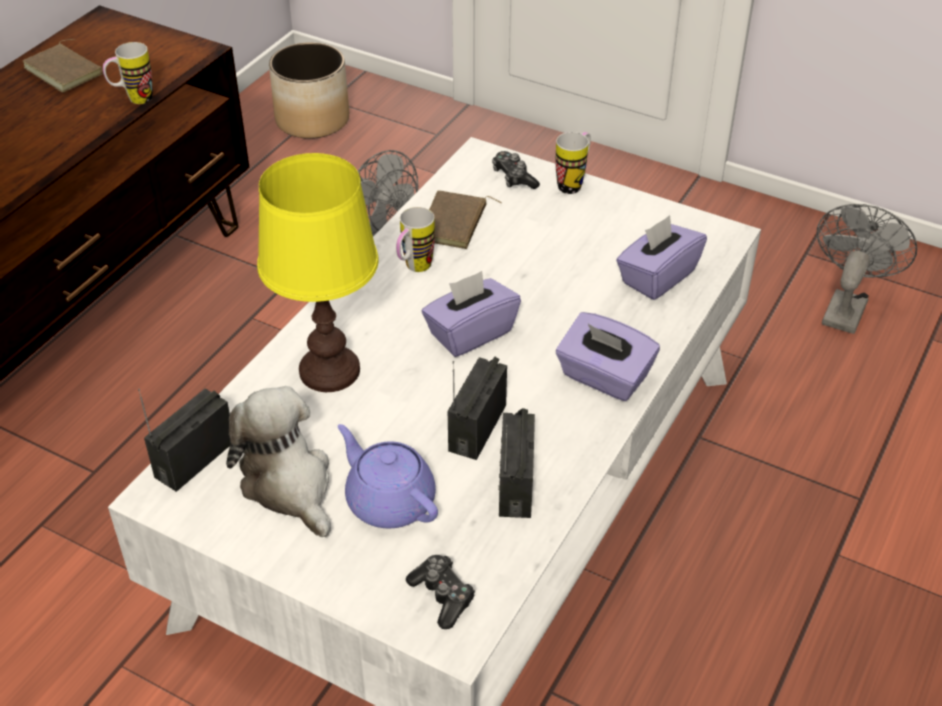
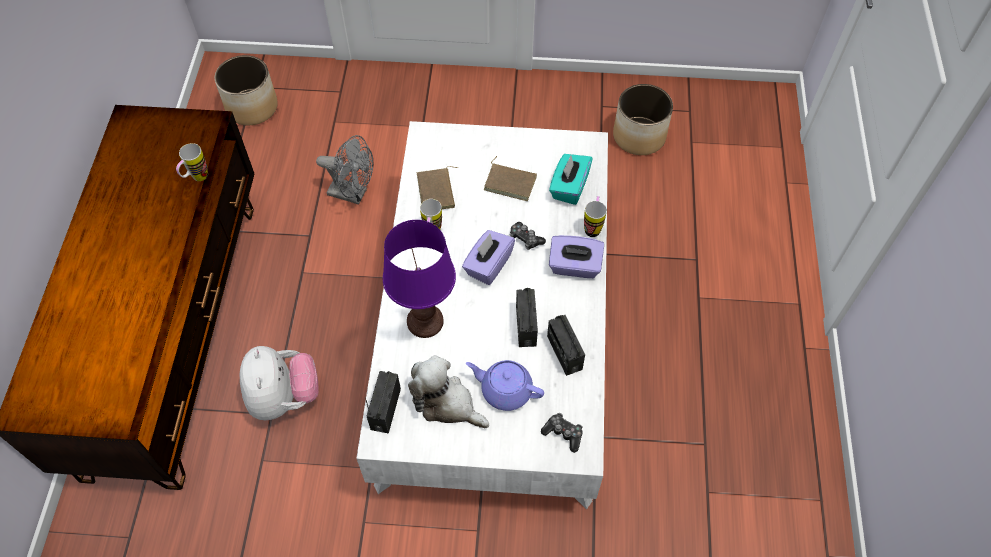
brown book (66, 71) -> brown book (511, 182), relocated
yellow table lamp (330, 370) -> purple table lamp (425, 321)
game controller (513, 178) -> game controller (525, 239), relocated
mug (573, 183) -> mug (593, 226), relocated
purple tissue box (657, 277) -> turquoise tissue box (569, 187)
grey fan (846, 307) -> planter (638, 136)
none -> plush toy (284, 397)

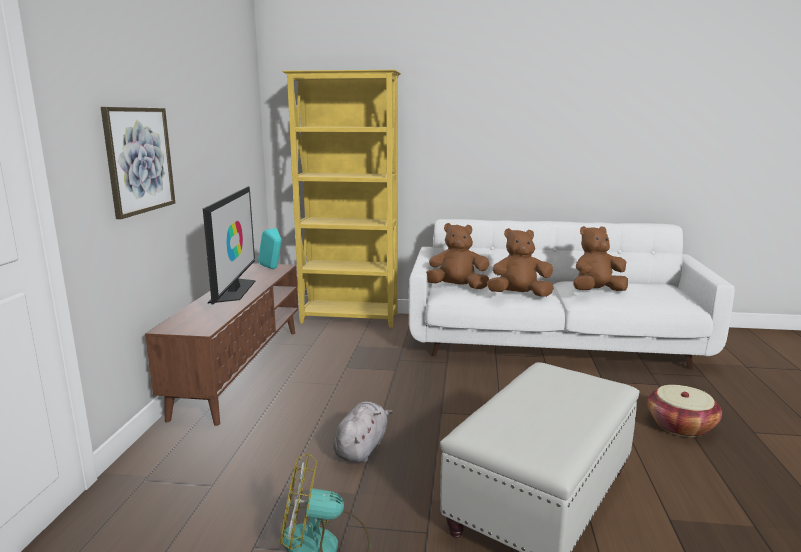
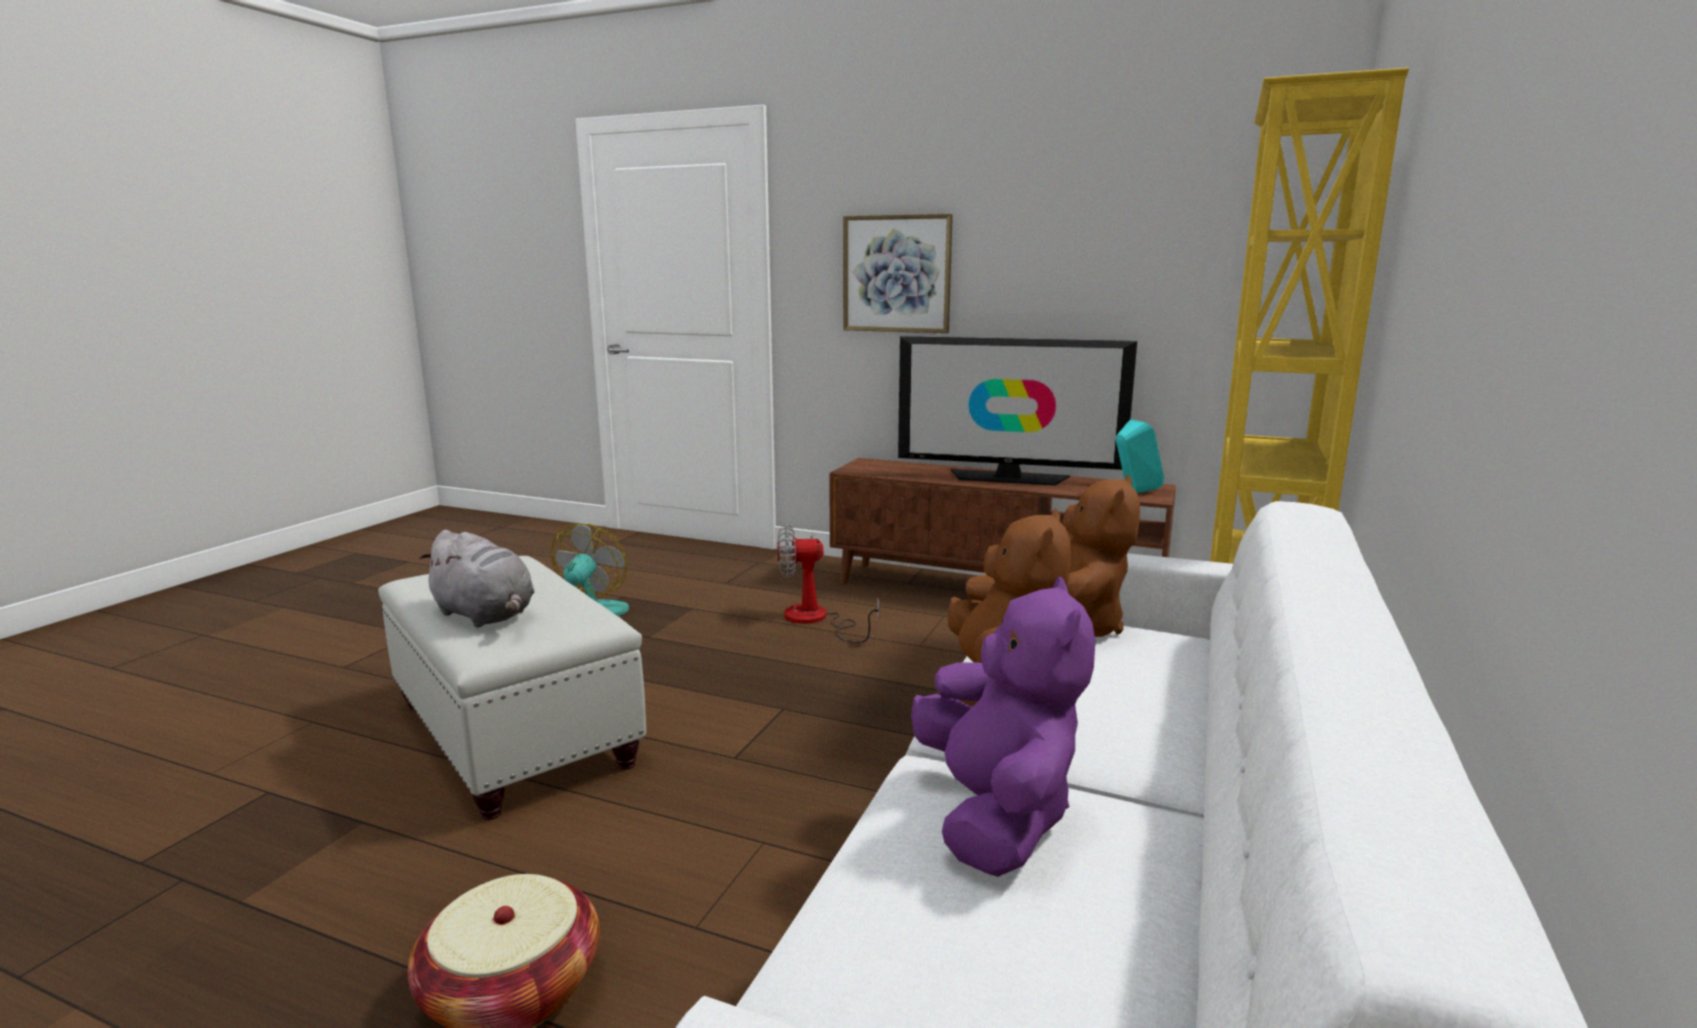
grey plush toy (362, 448) -> grey plush toy (486, 615), relocated
brown plush toy (596, 292) -> purple plush toy (995, 815)
none -> fan (816, 620)

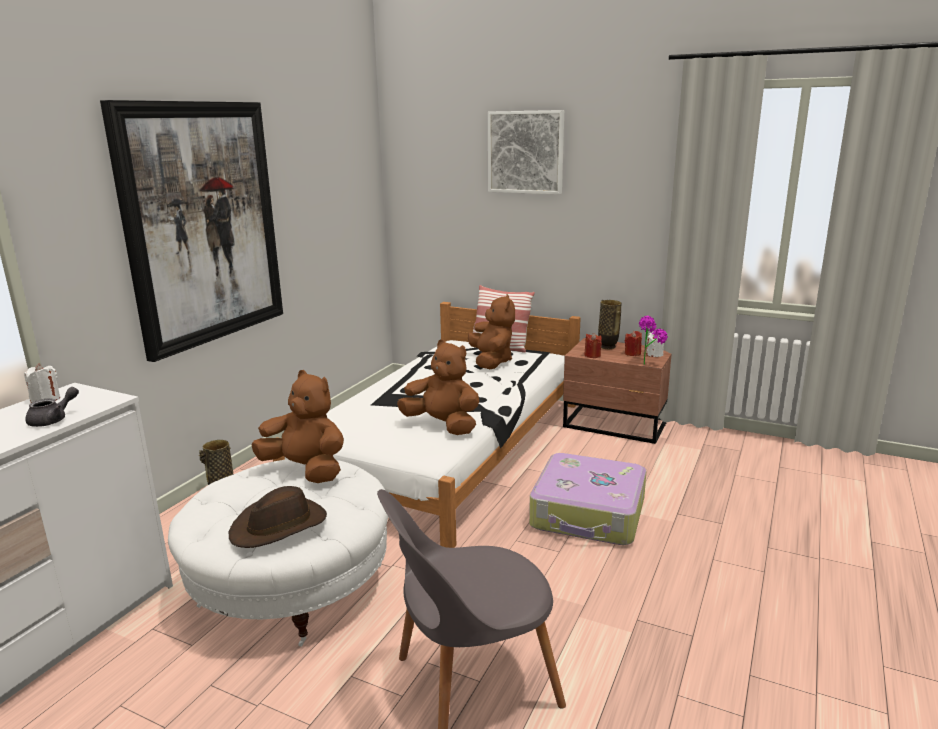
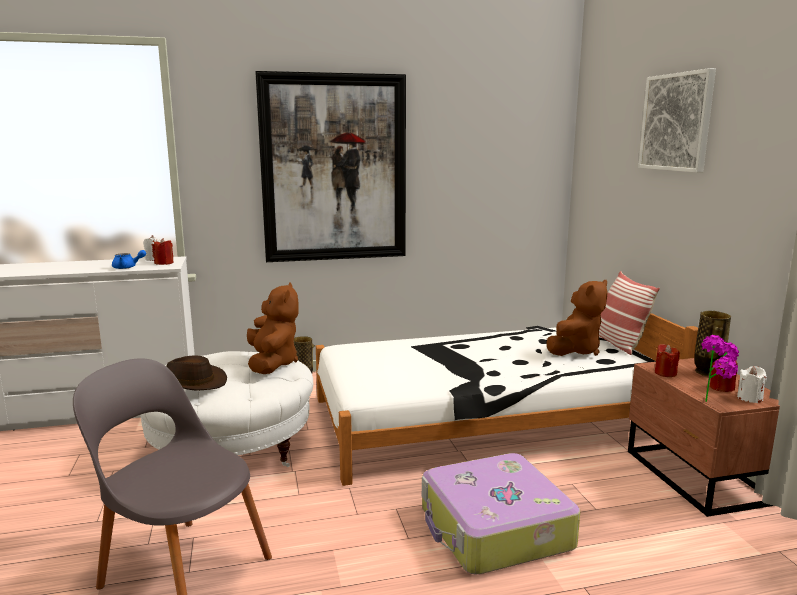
grey teapot (53, 420) -> blue teapot (127, 267)
brown plush toy (443, 425) -> none
none -> red candle (164, 263)

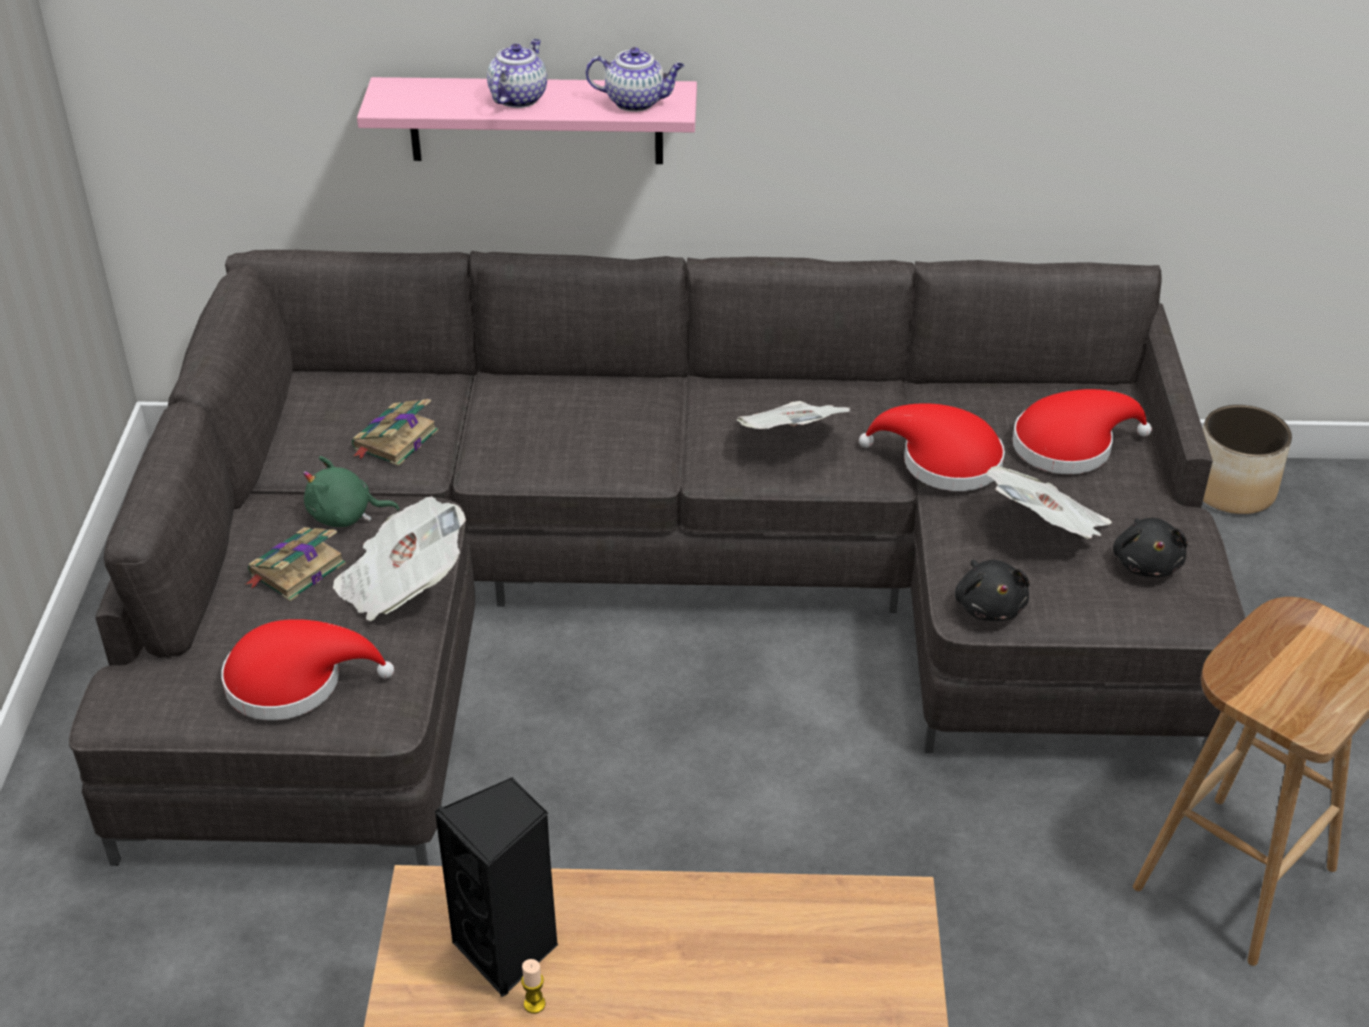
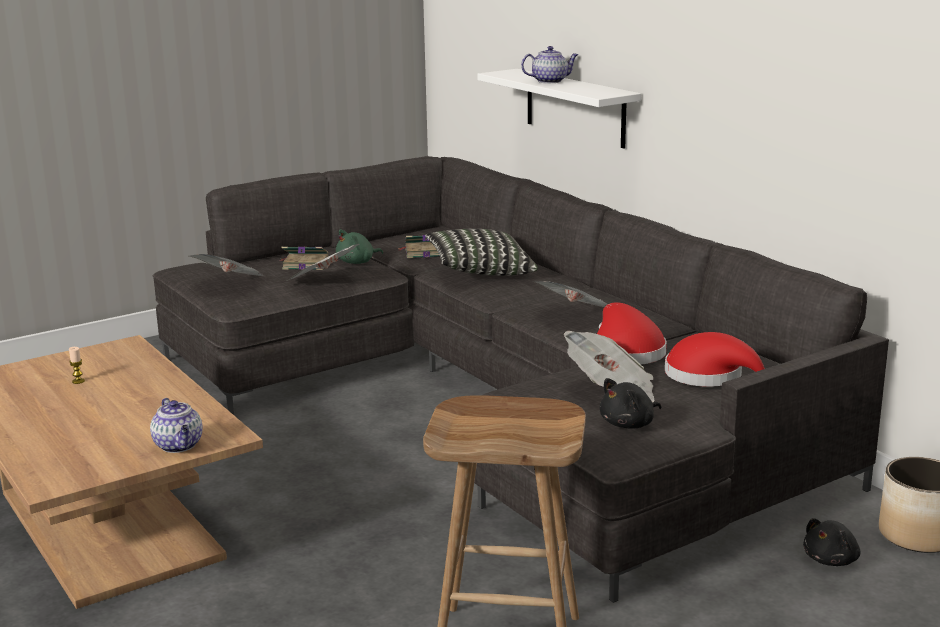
red hat (294, 681) -> newspaper (231, 285)
green plush toy (345, 516) -> green plush toy (357, 262), 90 degrees counterclockwise
pink shelf (536, 120) -> white shelf (575, 107)
black speaker (509, 950) -> none
teapot (636, 102) -> teapot (179, 446), relocated
black plush toy (989, 606) -> black plush toy (832, 560), relocated
none -> pillow (480, 272)

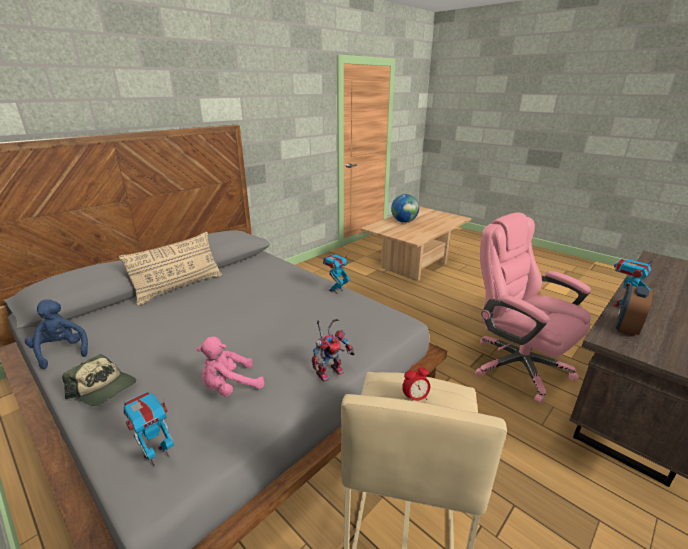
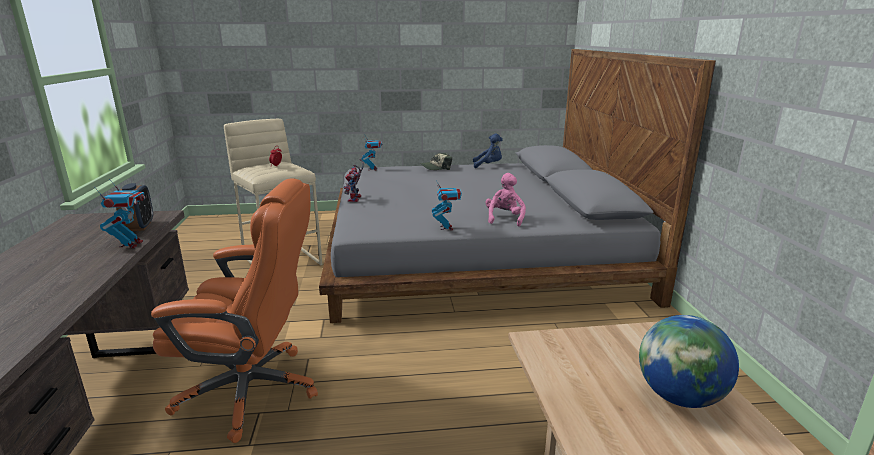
beige pillow (179, 288) -> none
pink plush toy (230, 387) -> pink plush toy (504, 218), relocated
pink office chair (517, 365) -> orange office chair (252, 390)

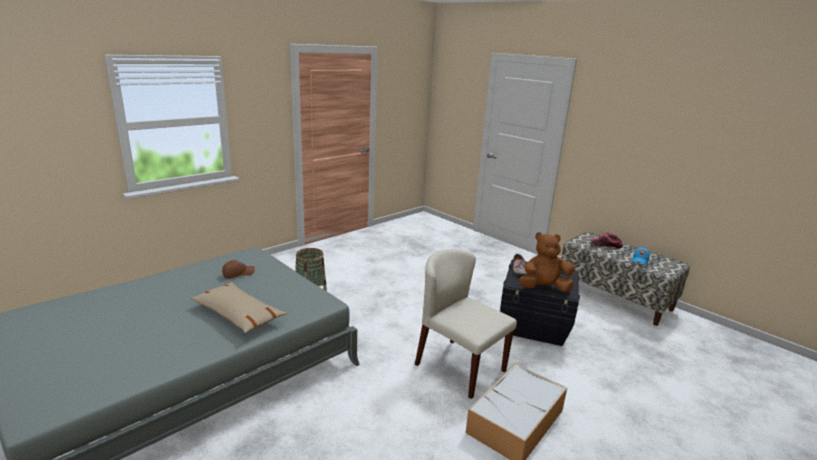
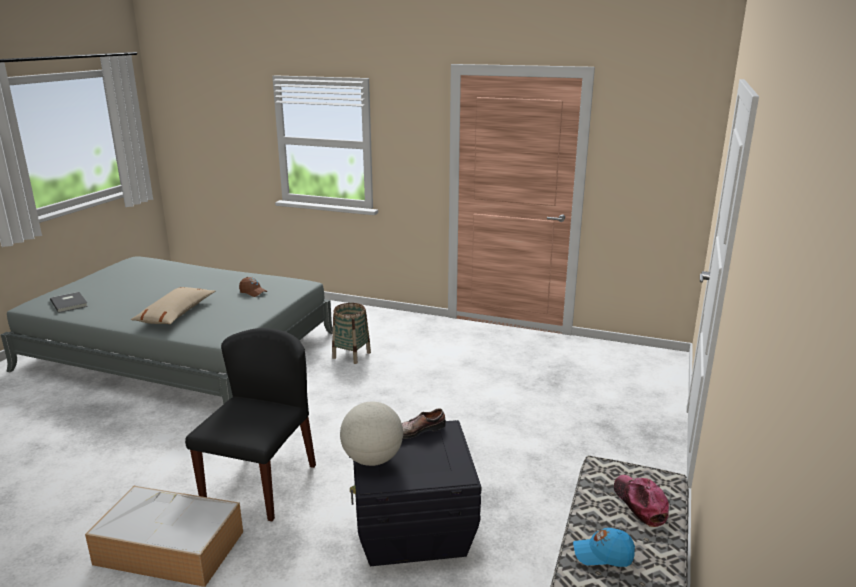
beige chair (459, 367) -> black chair (260, 483)
brown plush toy (544, 288) -> globe (372, 459)
none -> grey book (70, 303)

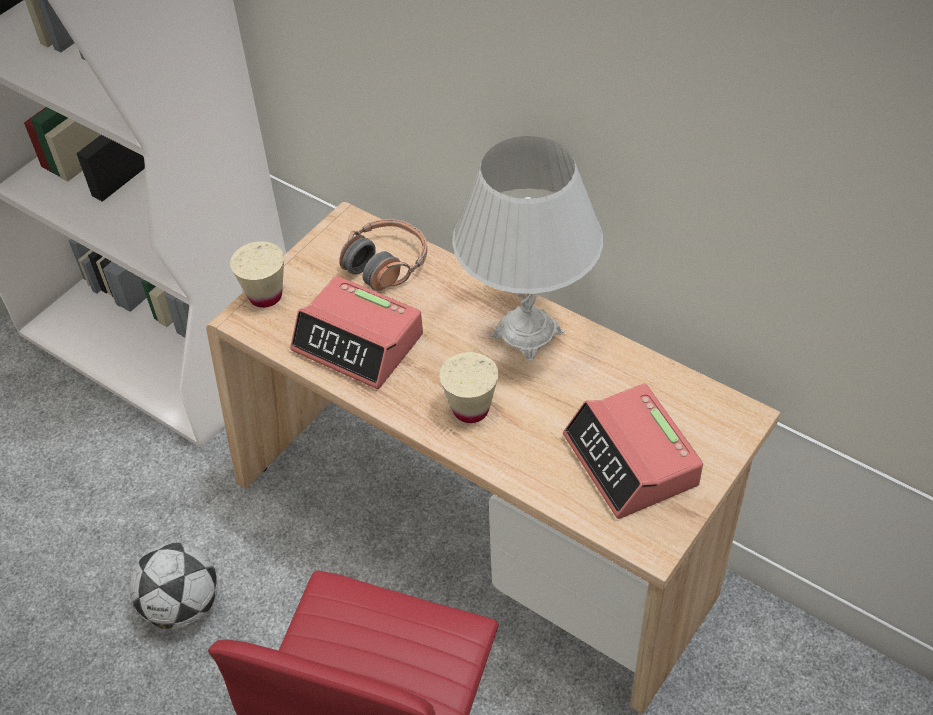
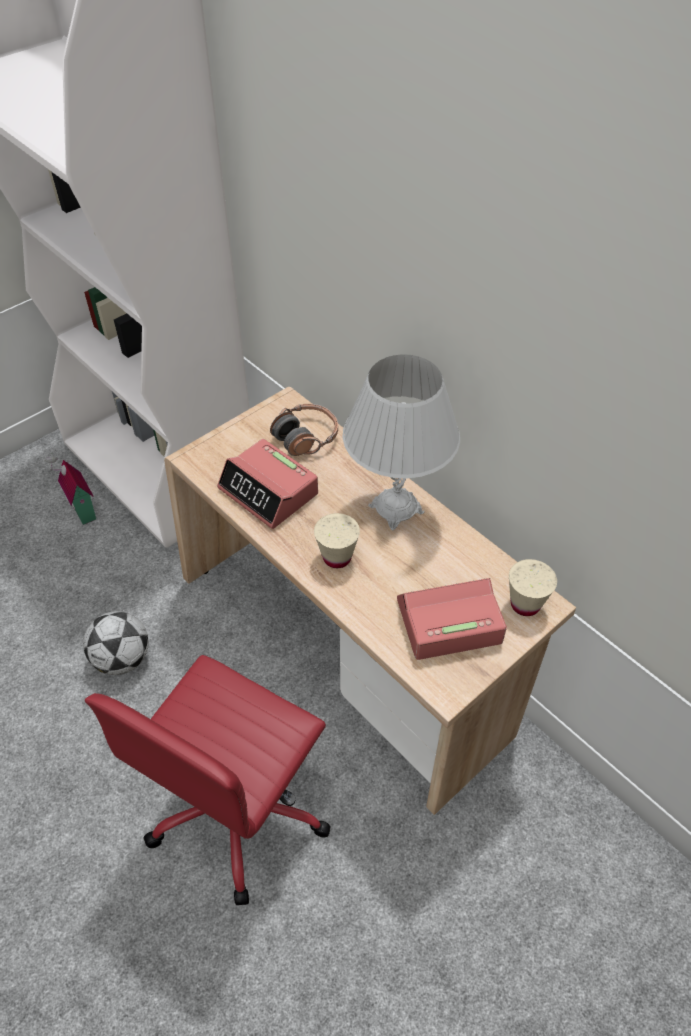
beige cup (265, 296) -> beige cup (525, 604), relocated
alarm clock (631, 461) -> alarm clock (448, 622), 90 degrees clockwise
none -> toy house (81, 512)

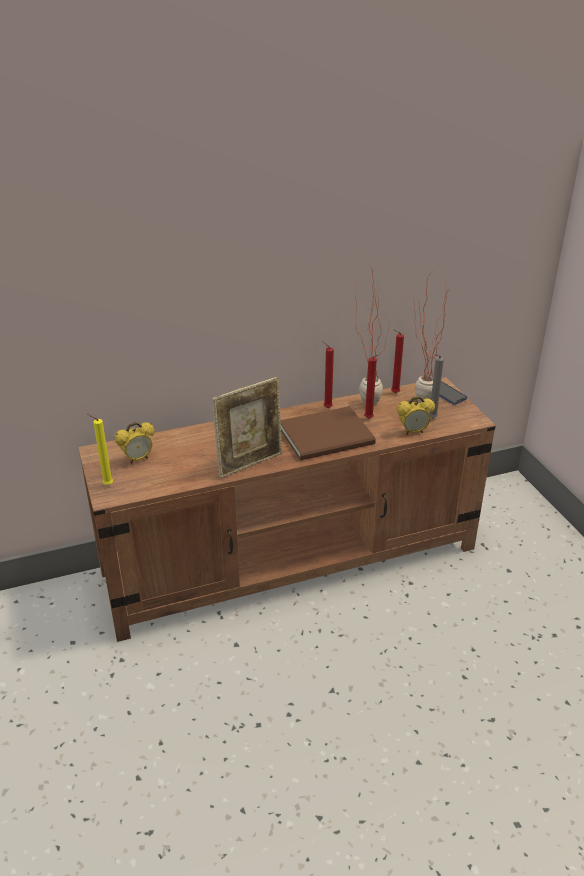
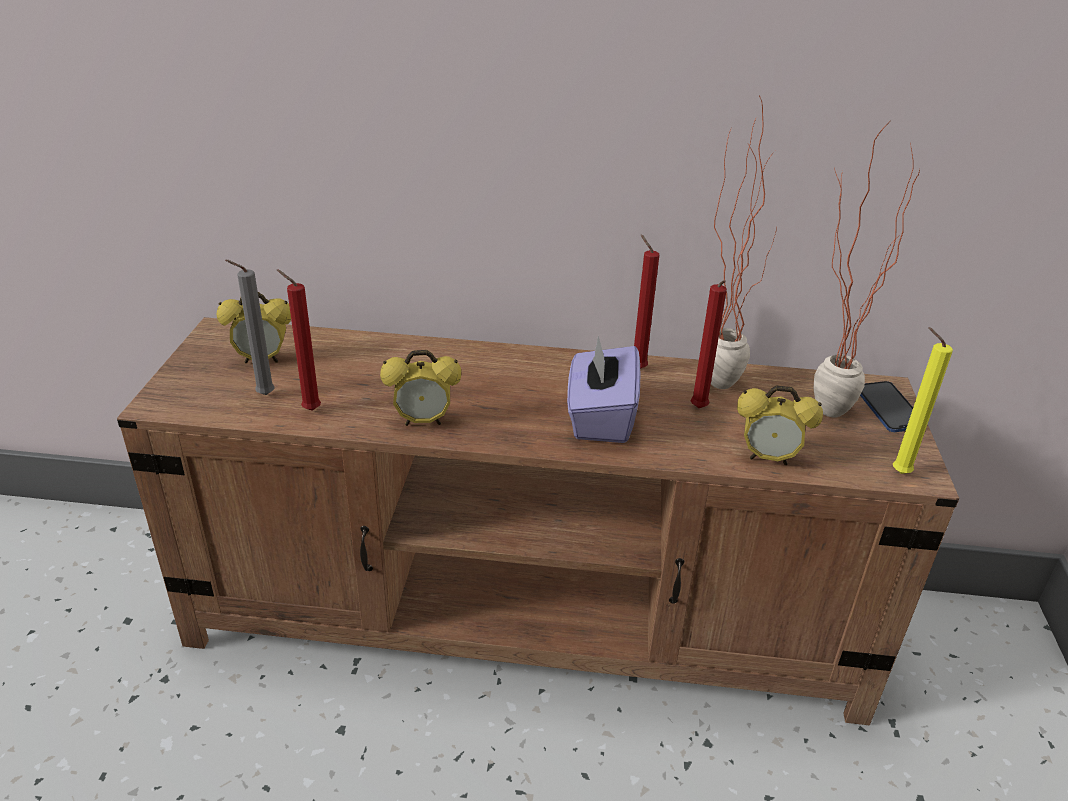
yellow candle (106, 484) -> yellow candle (897, 472), relocated
picture frame (250, 463) -> alarm clock (423, 421)
brown book (329, 436) -> purple tissue box (600, 418)
red candle (393, 393) -> red candle (309, 409), relocated
grey candle (431, 419) -> grey candle (262, 395), relocated

